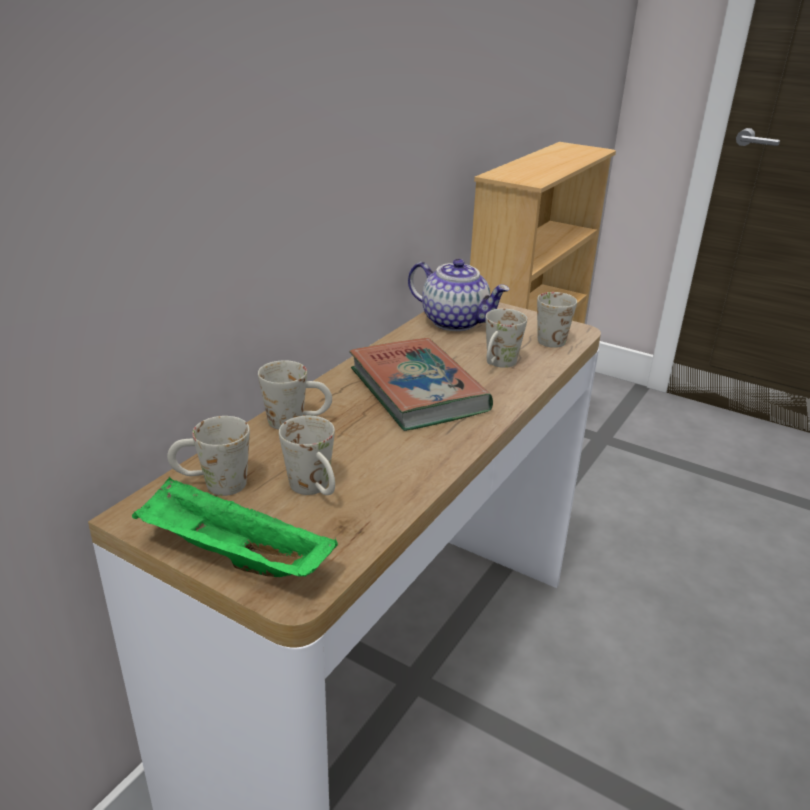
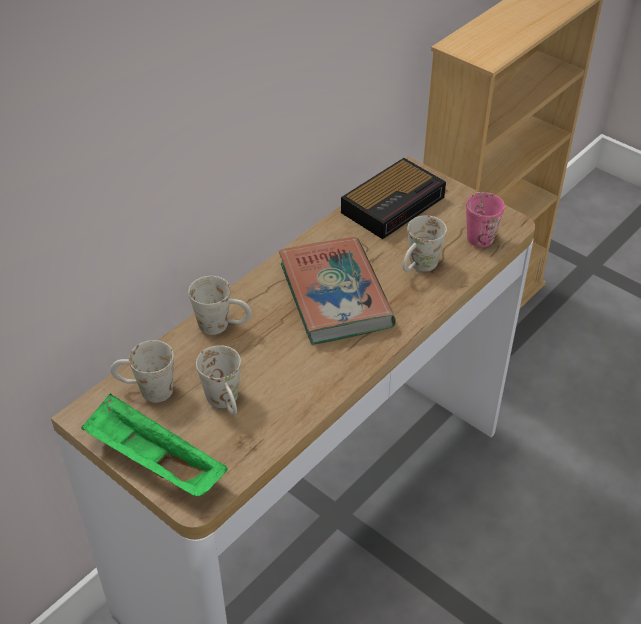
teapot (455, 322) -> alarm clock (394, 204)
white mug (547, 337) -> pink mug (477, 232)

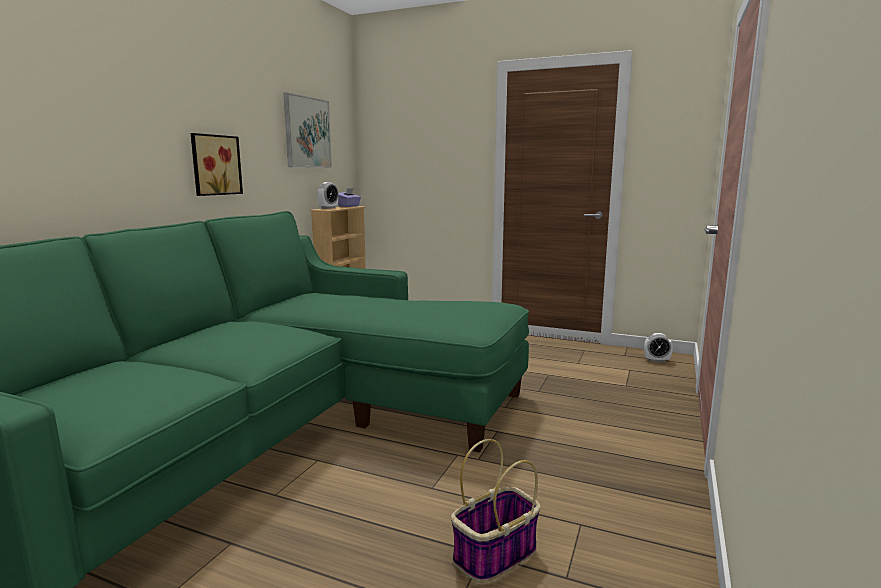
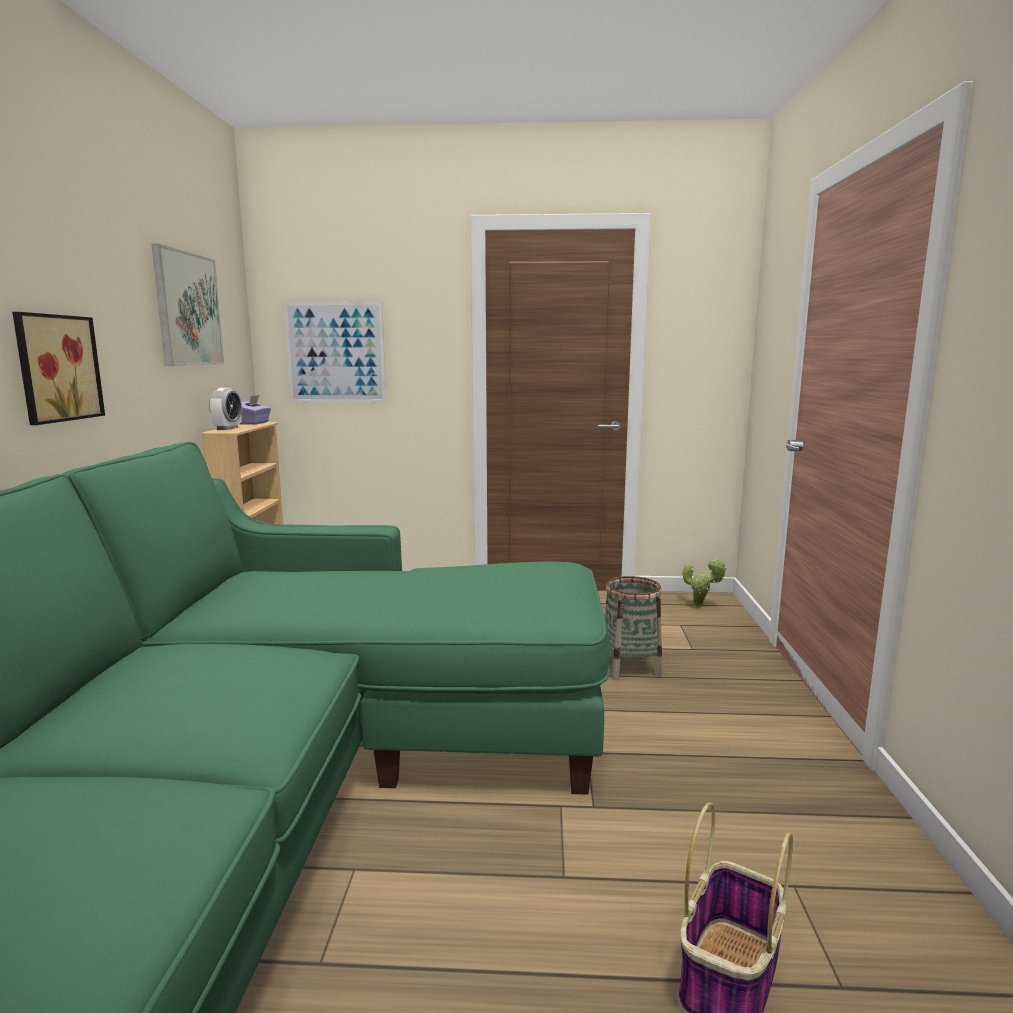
alarm clock (656, 360) -> potted plant (700, 606)
none -> picture (336, 353)
none -> basket (630, 667)

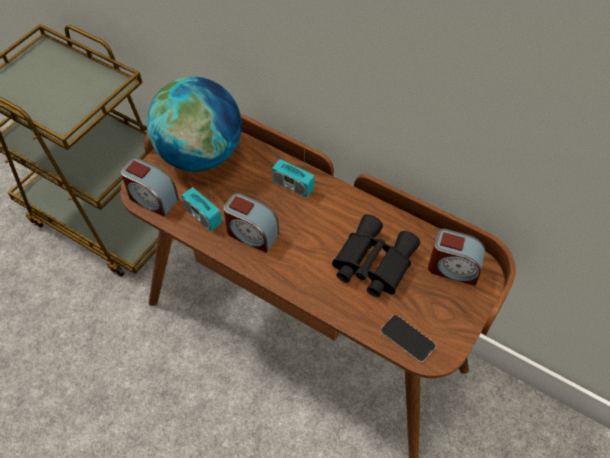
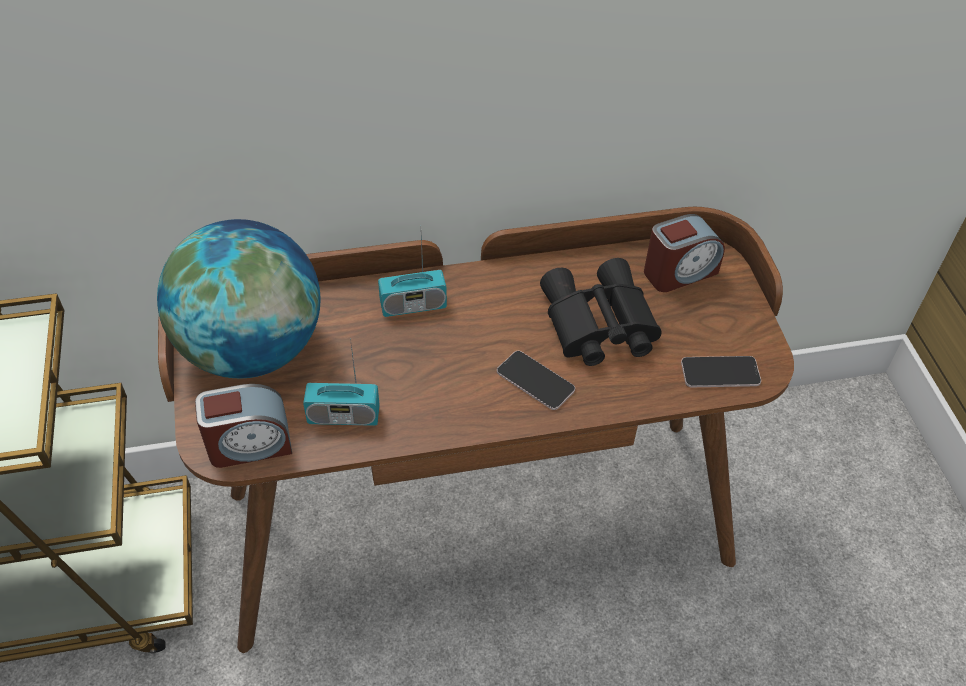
alarm clock (251, 234) -> none
none -> phone (535, 381)

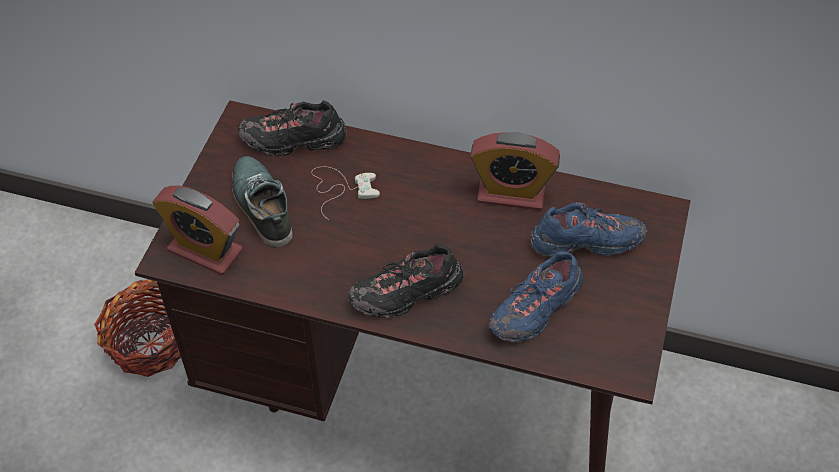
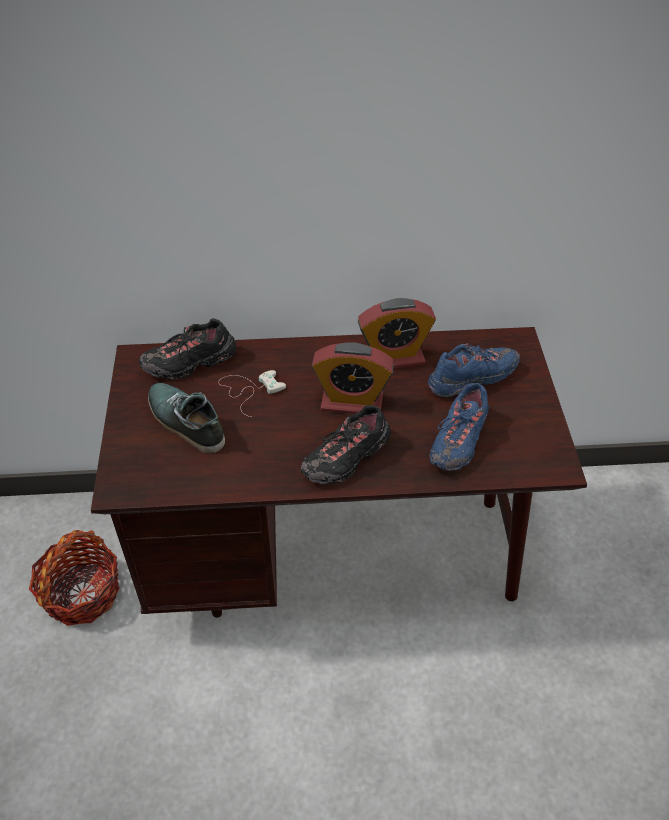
alarm clock (205, 250) -> alarm clock (352, 402), relocated

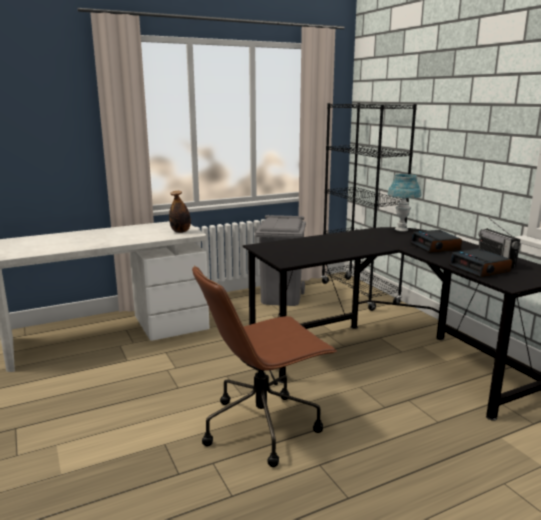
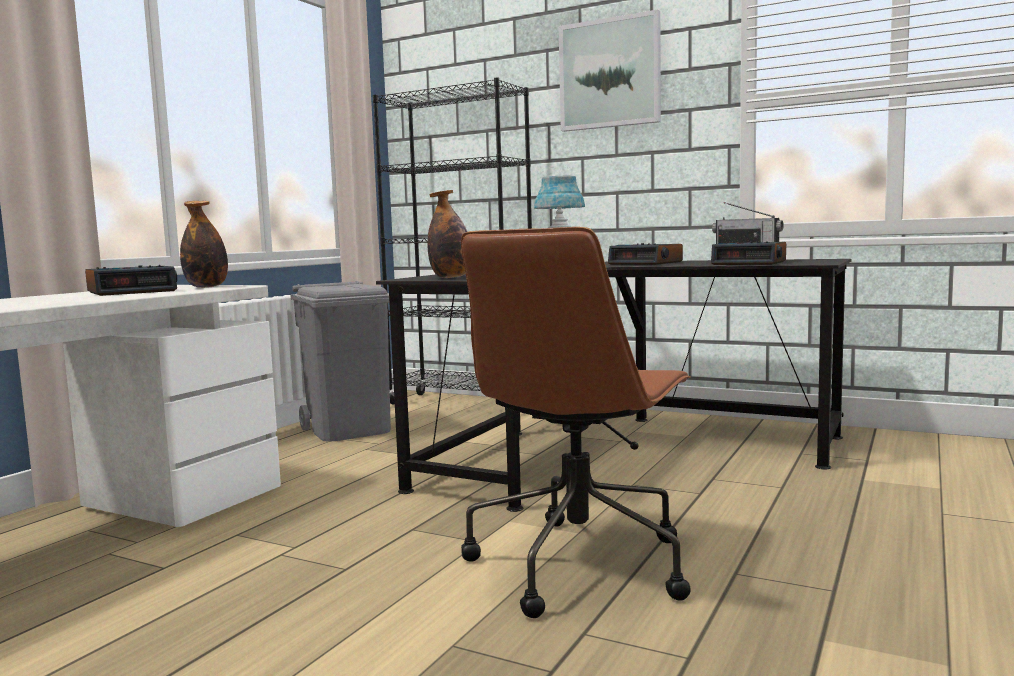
none -> alarm clock (133, 291)
none -> bottle (451, 277)
none -> picture (610, 74)

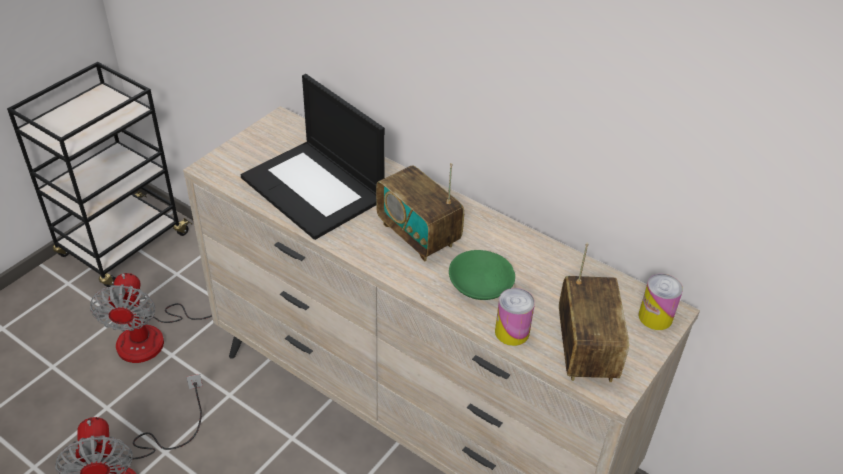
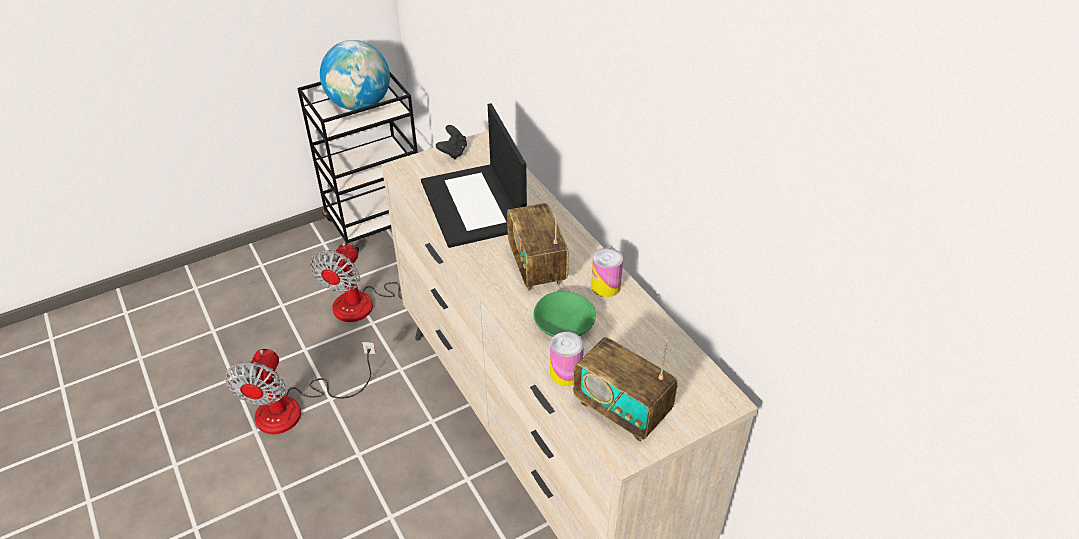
radio (585, 351) -> radio (622, 409), 105 degrees clockwise
can (655, 317) -> can (605, 286), relocated
none -> globe (360, 105)
none -> black game controller (453, 152)

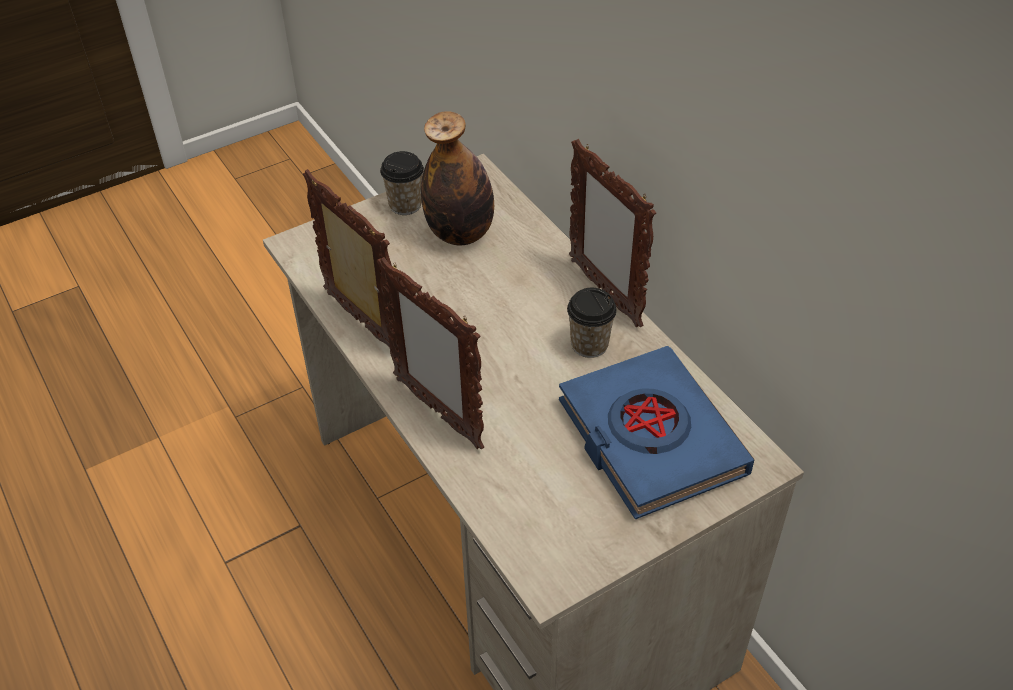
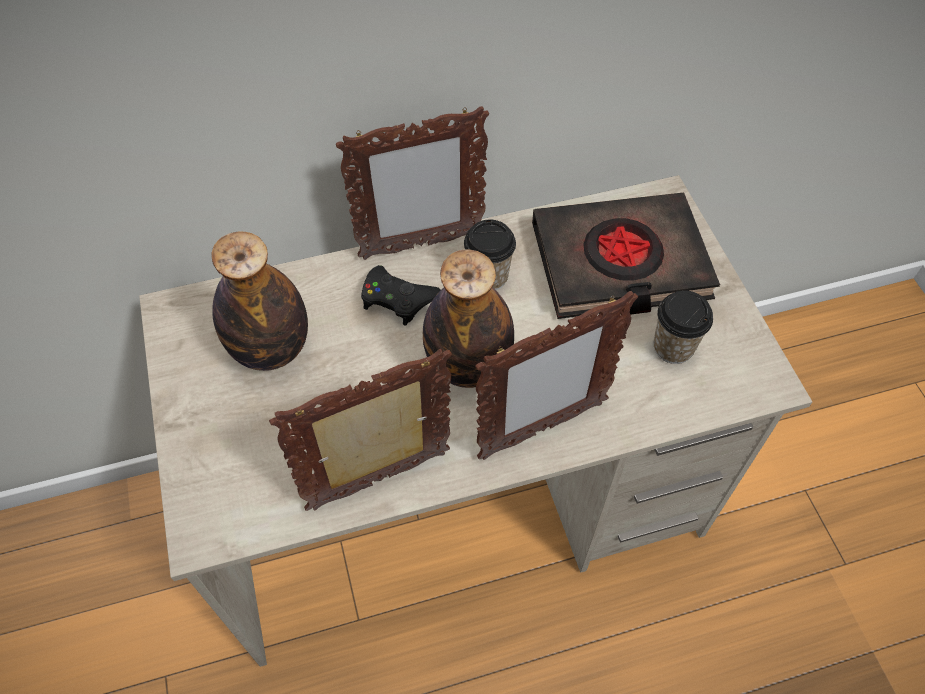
cup (405, 205) -> cup (673, 347), relocated
blue book (650, 438) -> black book (620, 263)
none -> black game controller (397, 299)
none -> bottle (468, 365)

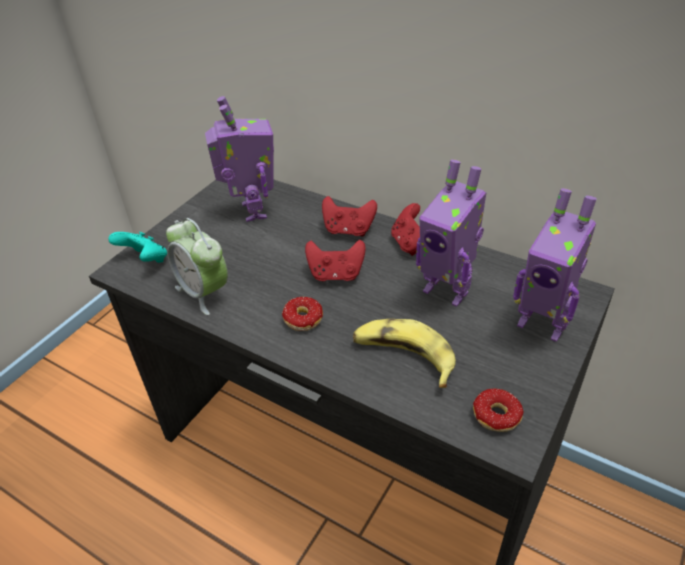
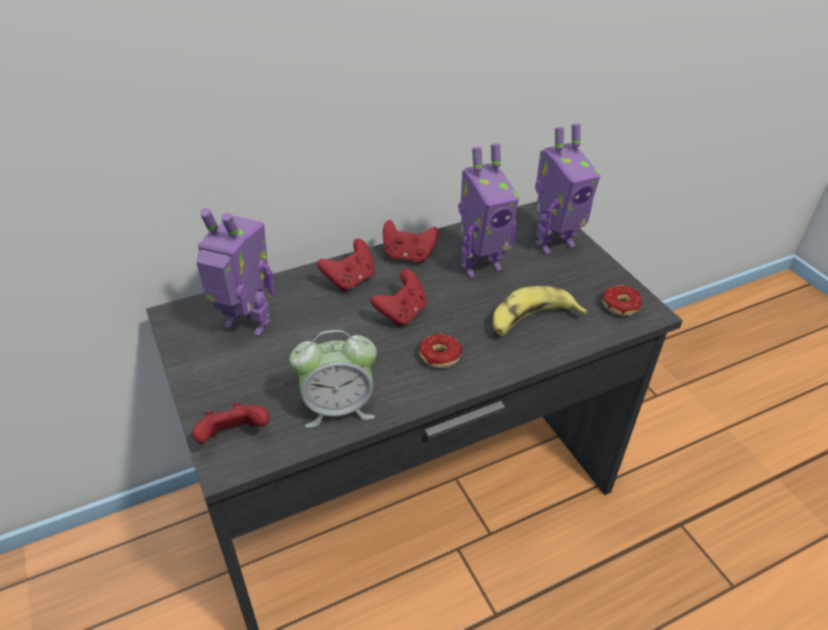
turquoise game controller (145, 260) -> red game controller (234, 436)

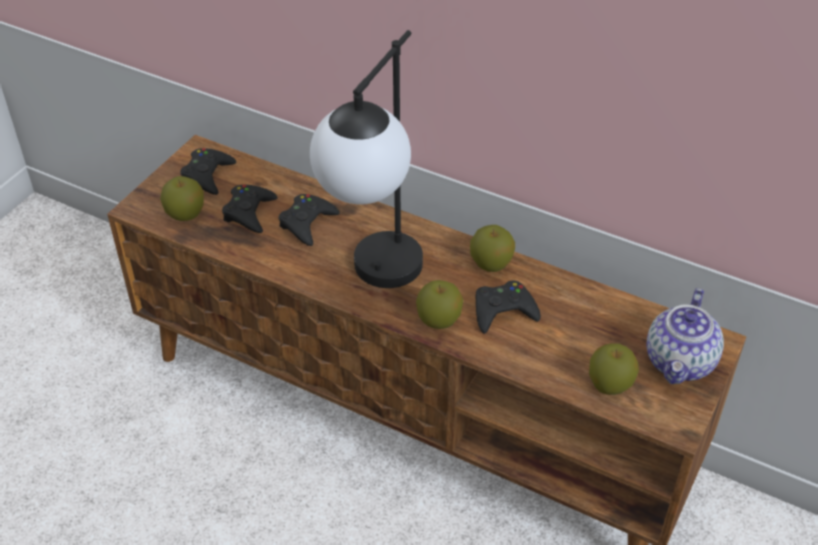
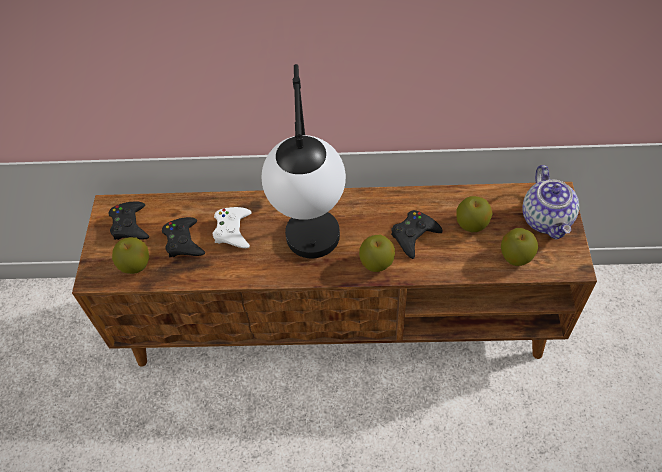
black game controller (307, 223) -> white game controller (233, 230)
apple (491, 264) -> apple (471, 224), relocated

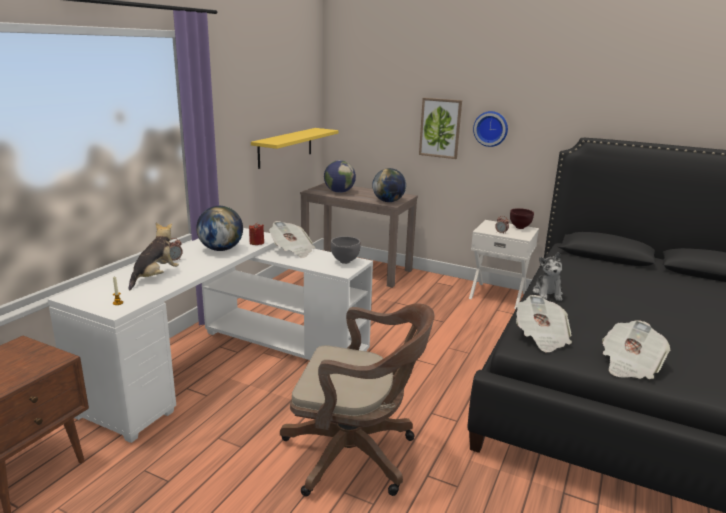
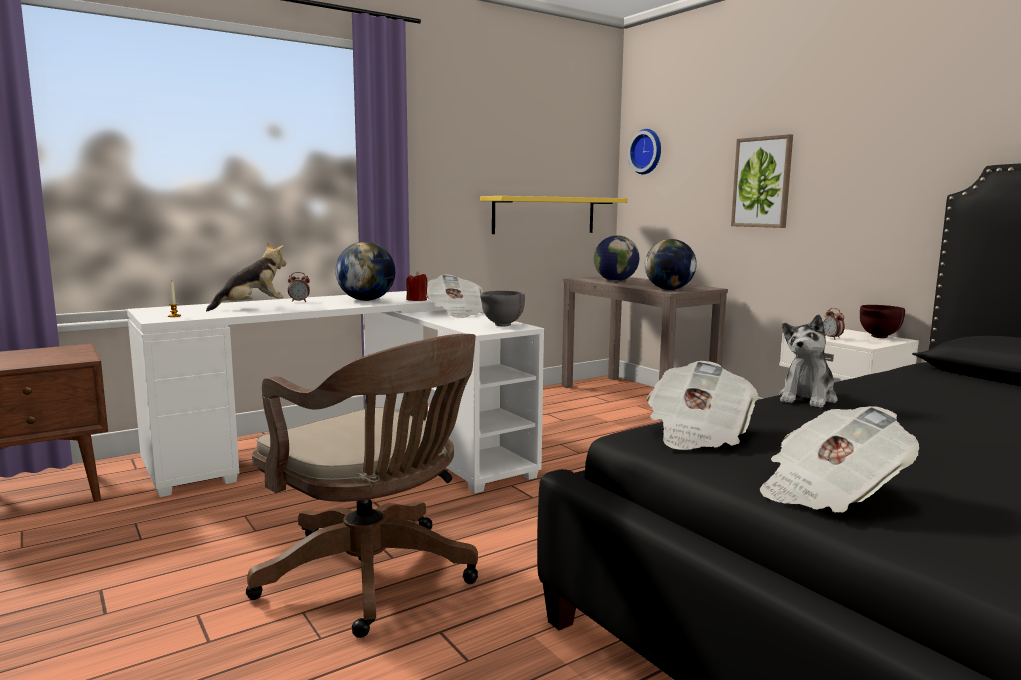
wall clock (491, 128) -> wall clock (647, 151), relocated

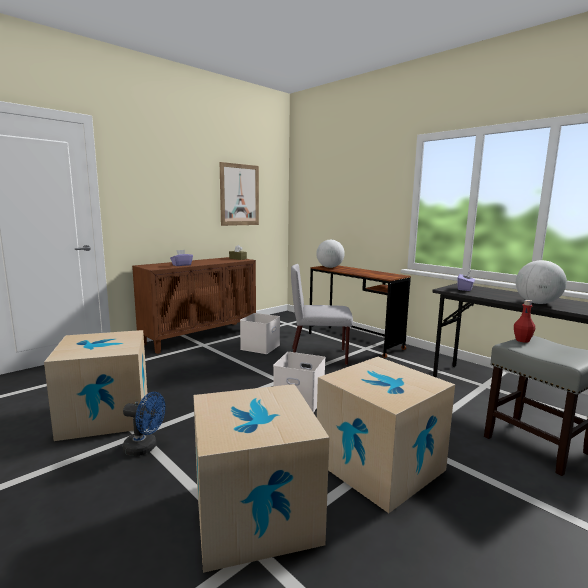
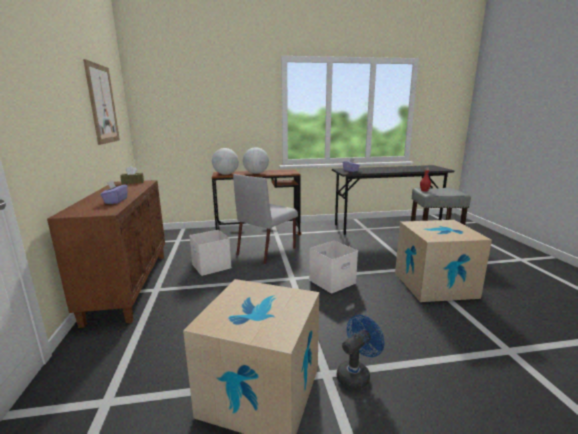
cardboard box (255, 513) -> none
globe (537, 303) -> globe (256, 173), relocated

